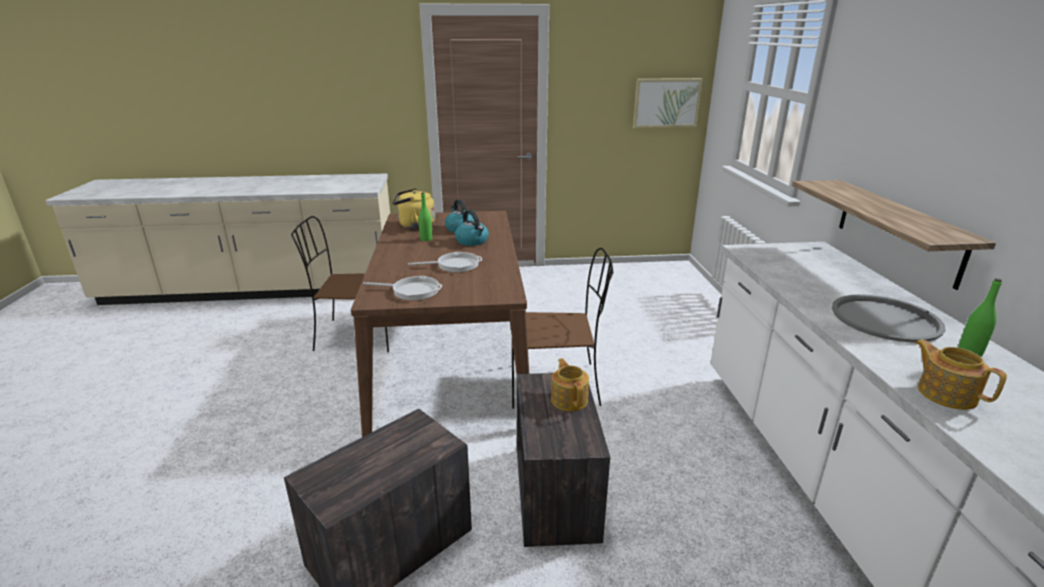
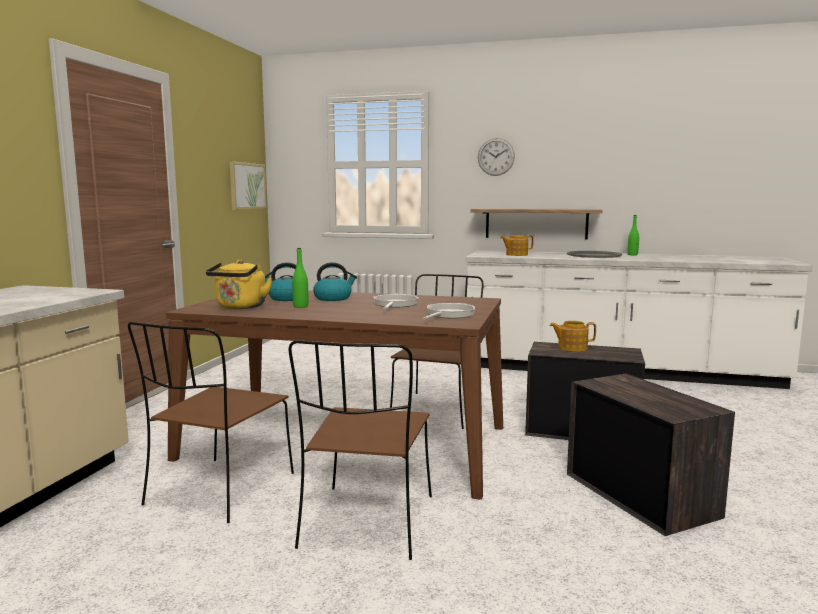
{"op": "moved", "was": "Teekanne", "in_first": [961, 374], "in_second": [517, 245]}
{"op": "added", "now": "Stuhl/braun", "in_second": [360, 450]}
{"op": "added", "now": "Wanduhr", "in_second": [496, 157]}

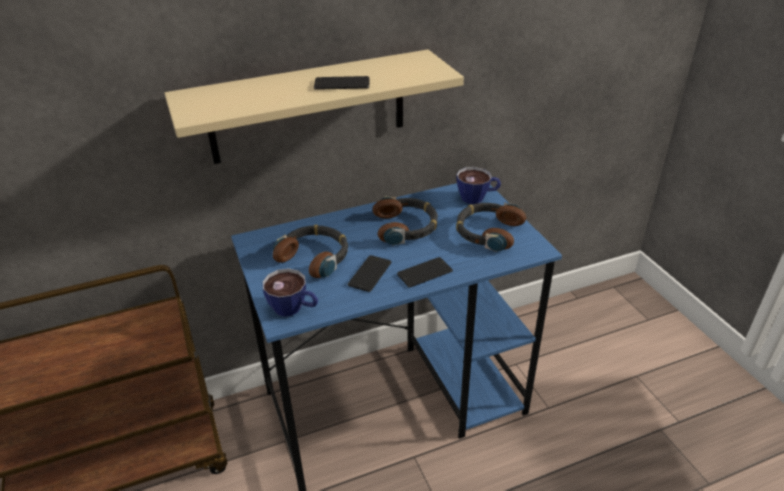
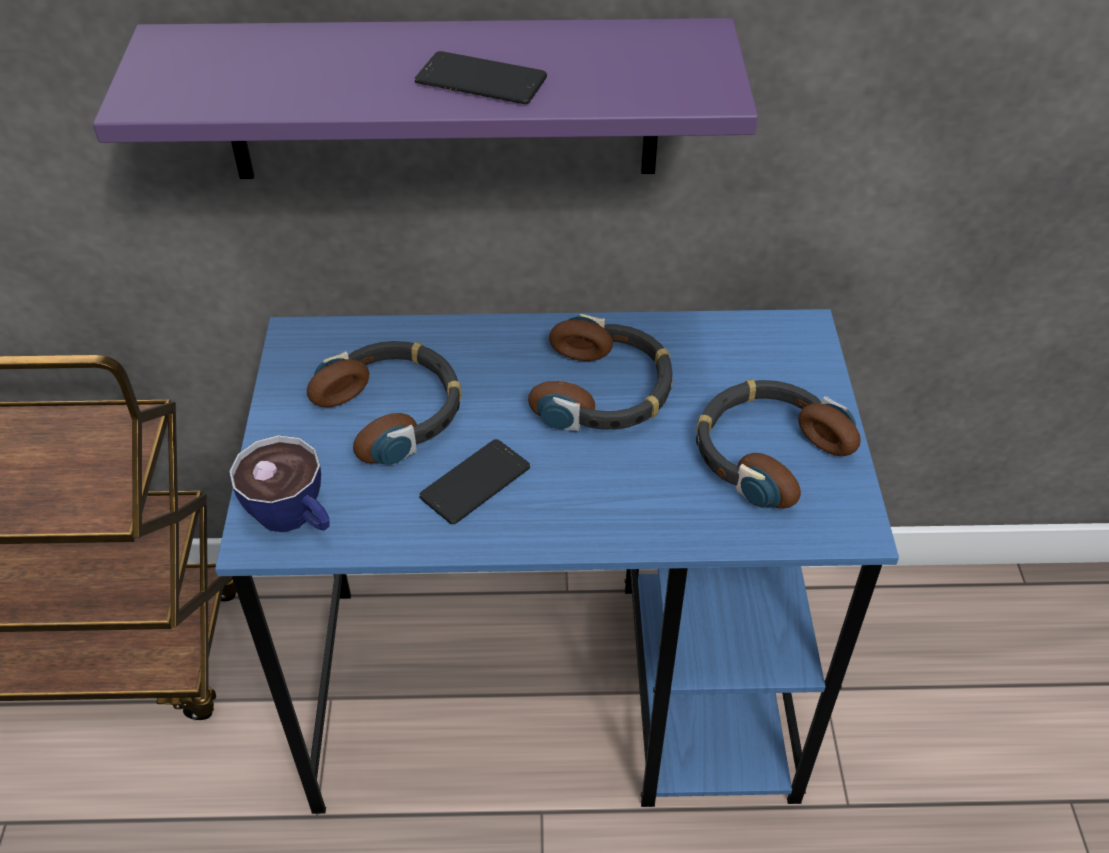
{"op": "recoloured", "was": "Wandregal/beige", "now": "Wandregal/lila", "in_first": [314, 107], "in_second": [425, 98]}
{"op": "removed", "was": "Handy", "in_first": [425, 272]}
{"op": "removed", "was": "Tasse", "in_first": [479, 185]}

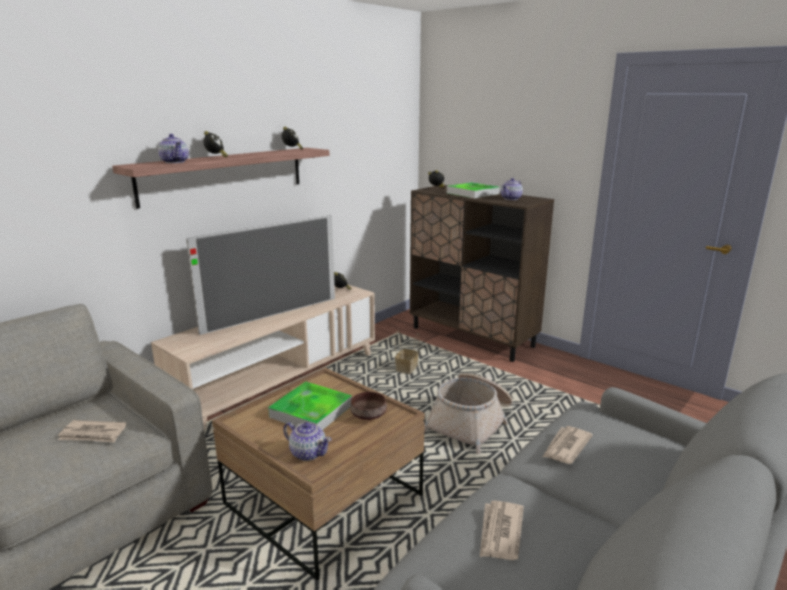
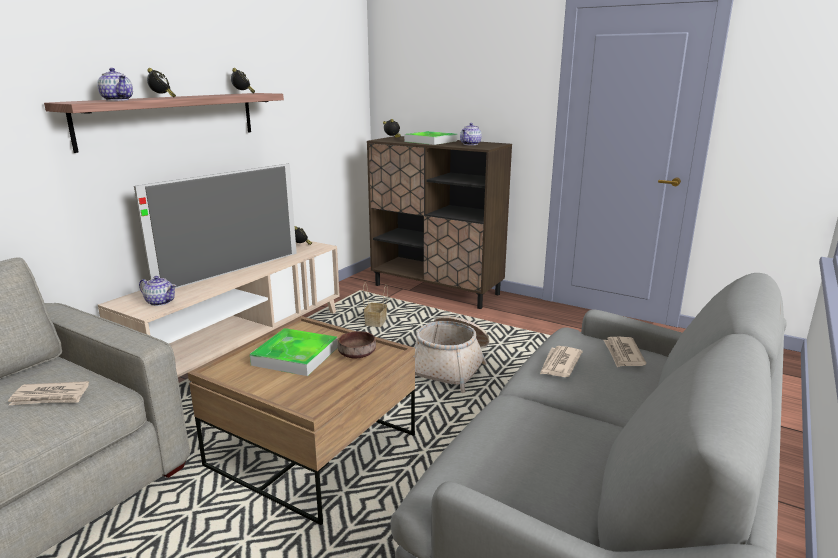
{"op": "moved", "was": "Teekanne", "in_first": [307, 441], "in_second": [158, 291]}
{"op": "moved", "was": "Zeitung", "in_first": [502, 530], "in_second": [625, 352]}

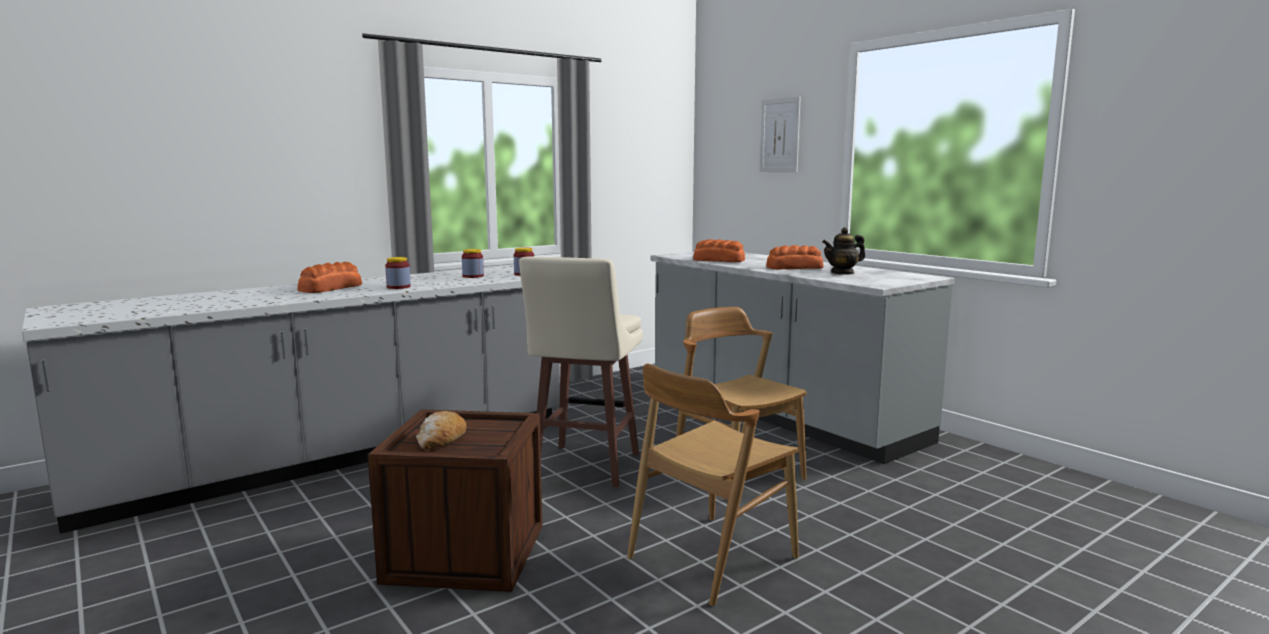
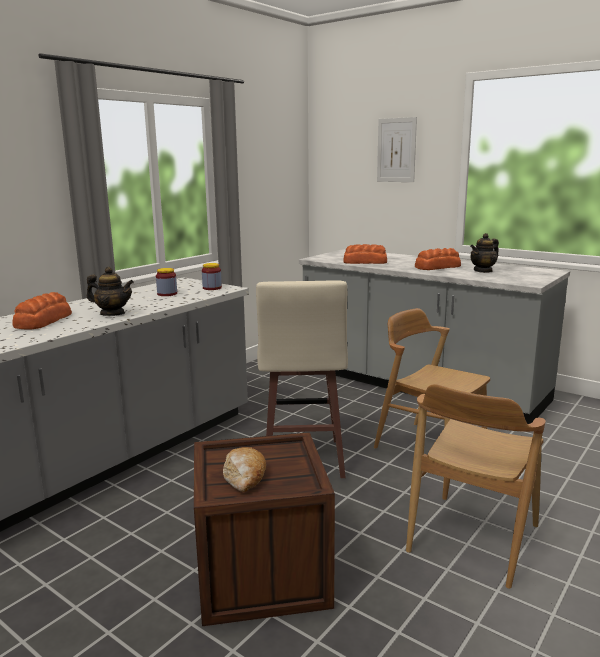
{"op": "replaced", "was": "Vorratsglas", "now": "Teekanne", "in_first": [398, 273], "in_second": [110, 291]}

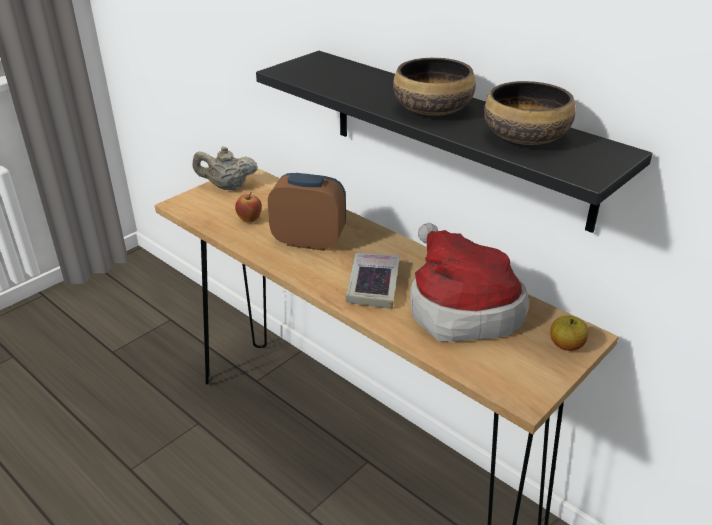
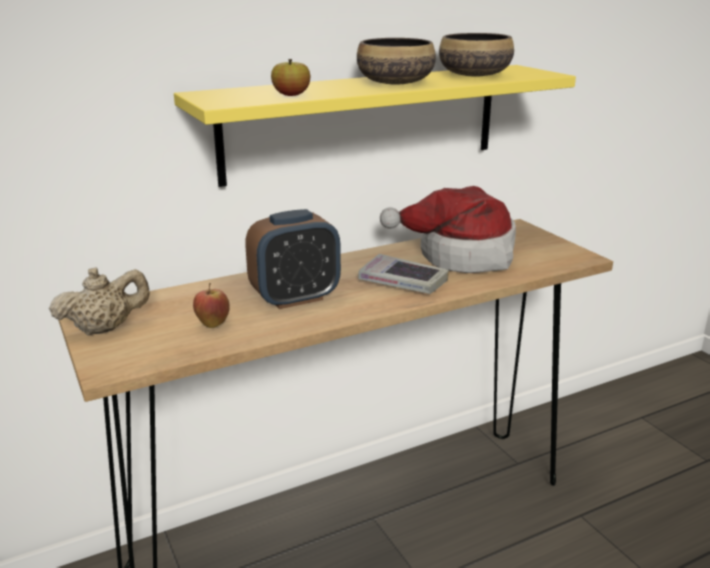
{"op": "turned", "was": "Teekanne/beige", "in_first": [225, 168], "in_second": [99, 301], "clockwise": -135}
{"op": "recoloured", "was": "Wandregal/schwarz", "now": "Wandregal/gelb", "in_first": [454, 142], "in_second": [375, 126]}
{"op": "turned", "was": "Wecker", "in_first": [307, 212], "in_second": [293, 259], "clockwise": -150}
{"op": "moved", "was": "Apfel", "in_first": [569, 333], "in_second": [290, 77]}

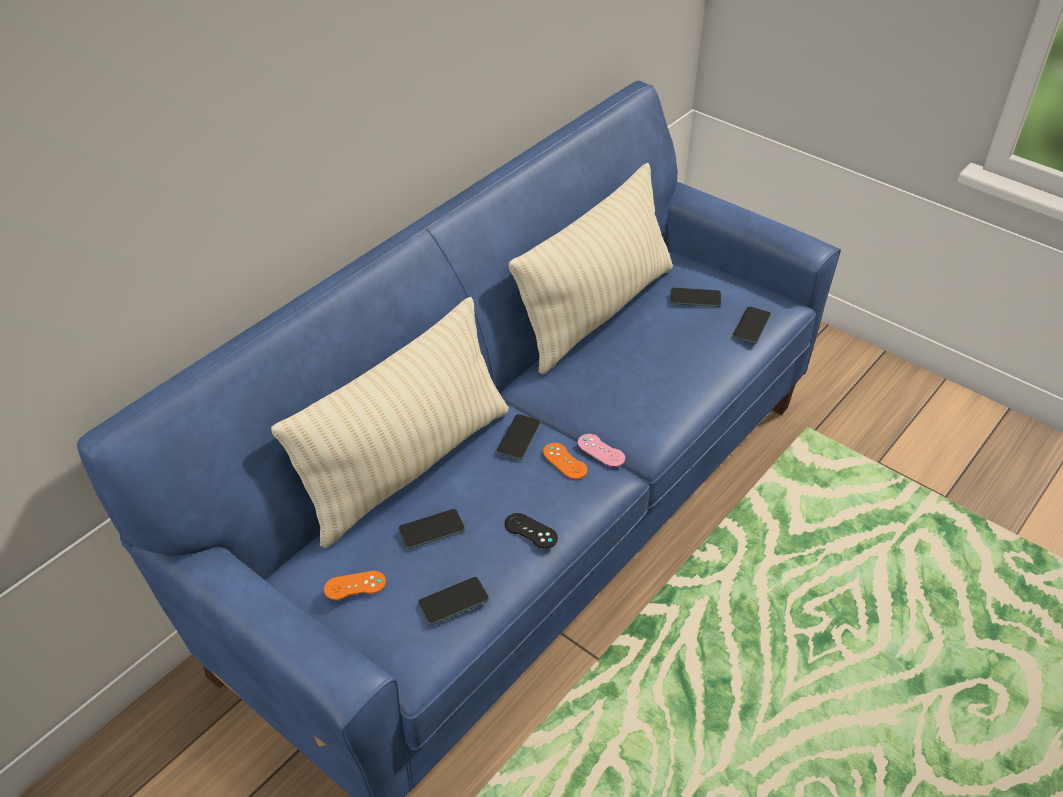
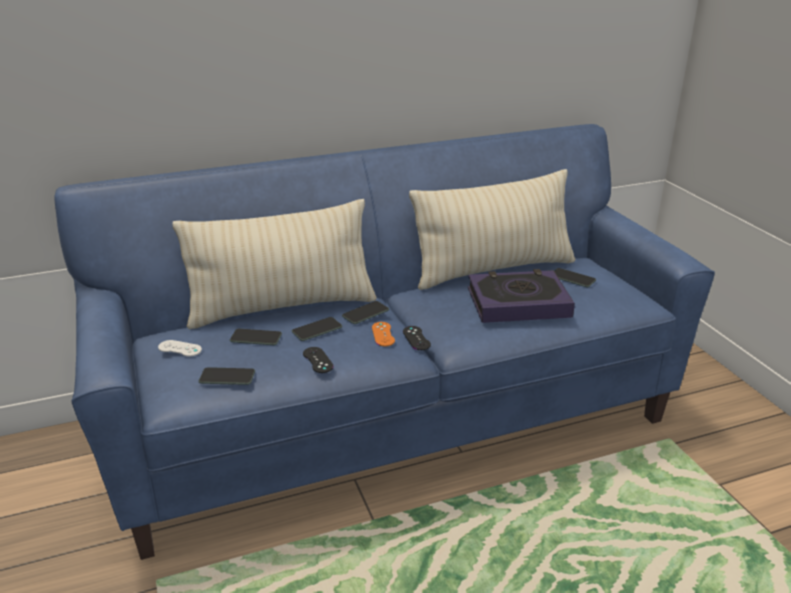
{"op": "recoloured", "was": "Gamepad/orange", "now": "Gamepad/weiß", "in_first": [355, 585], "in_second": [180, 348]}
{"op": "recoloured", "was": "Gamepad/rosa", "now": "Gamepad/schwarz", "in_first": [601, 450], "in_second": [417, 338]}
{"op": "moved", "was": "Handy", "in_first": [752, 325], "in_second": [317, 329]}
{"op": "added", "now": "Buch", "in_second": [521, 296]}

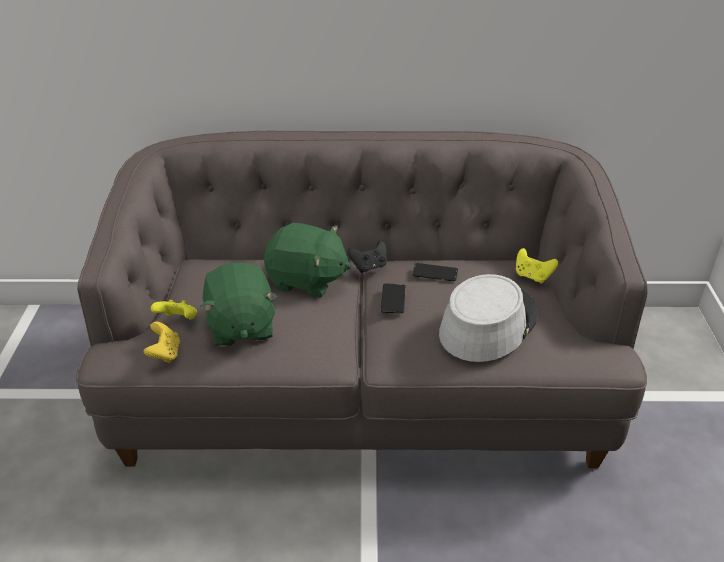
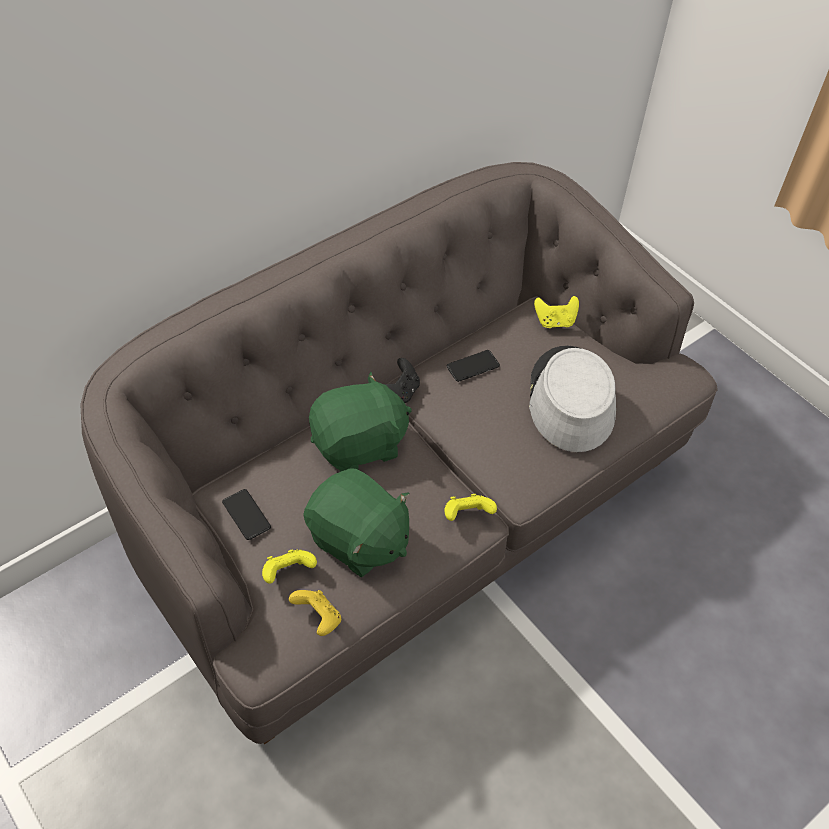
{"op": "moved", "was": "Handy", "in_first": [393, 299], "in_second": [246, 514]}
{"op": "added", "now": "Gamepad/gelb", "in_second": [471, 507]}

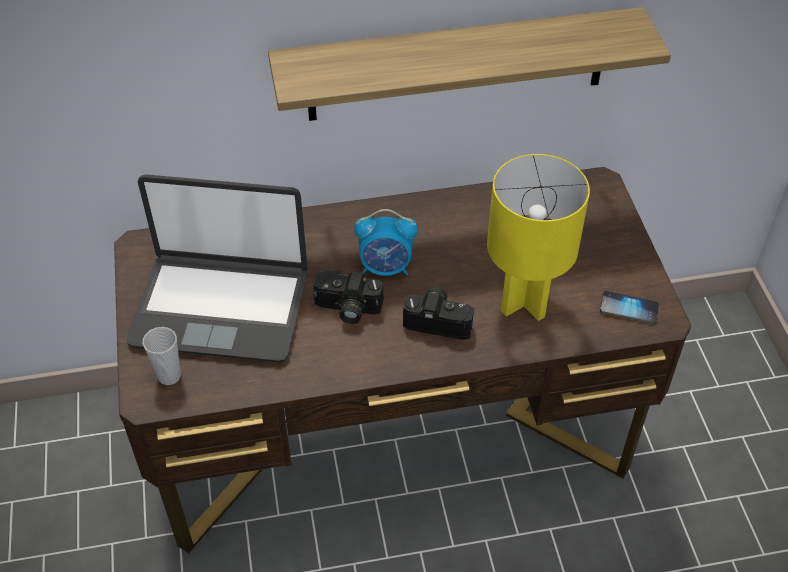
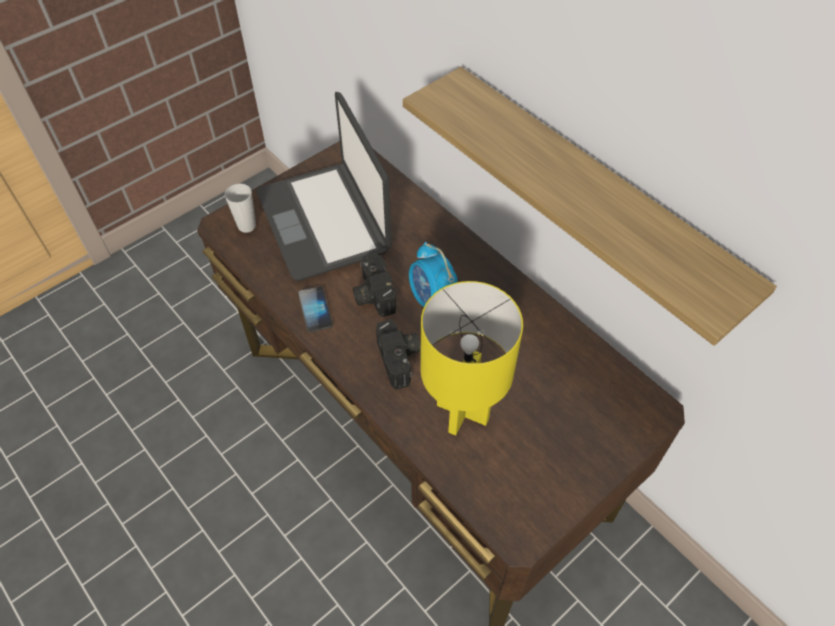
{"op": "moved", "was": "Handy", "in_first": [629, 307], "in_second": [315, 309]}

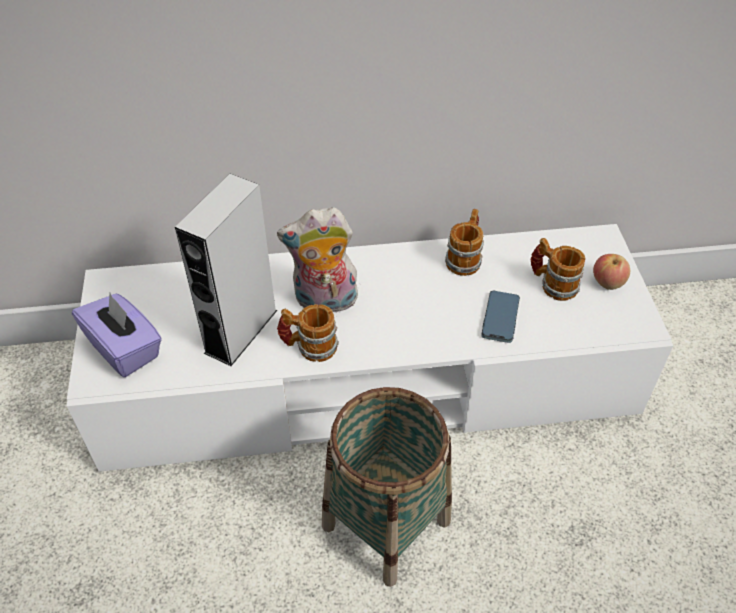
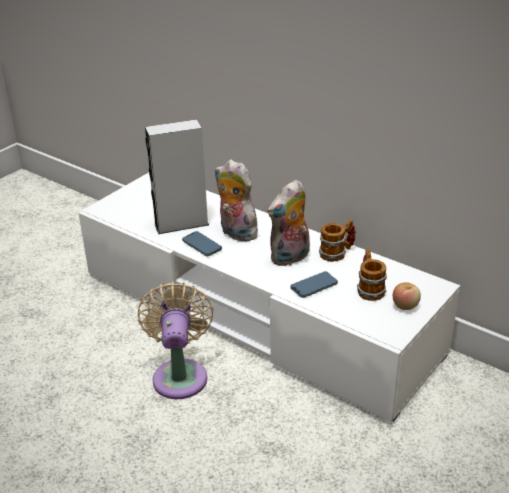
{"op": "removed", "was": "Taschentuchbox/lila", "in_first": [117, 335]}
{"op": "replaced", "was": "Henkelbecher", "now": "Handy", "in_first": [308, 333], "in_second": [202, 243]}
{"op": "replaced", "was": "Korb", "now": "Ventilator/beige", "in_first": [387, 487], "in_second": [175, 340]}
{"op": "added", "now": "Plüschtier", "in_second": [289, 223]}

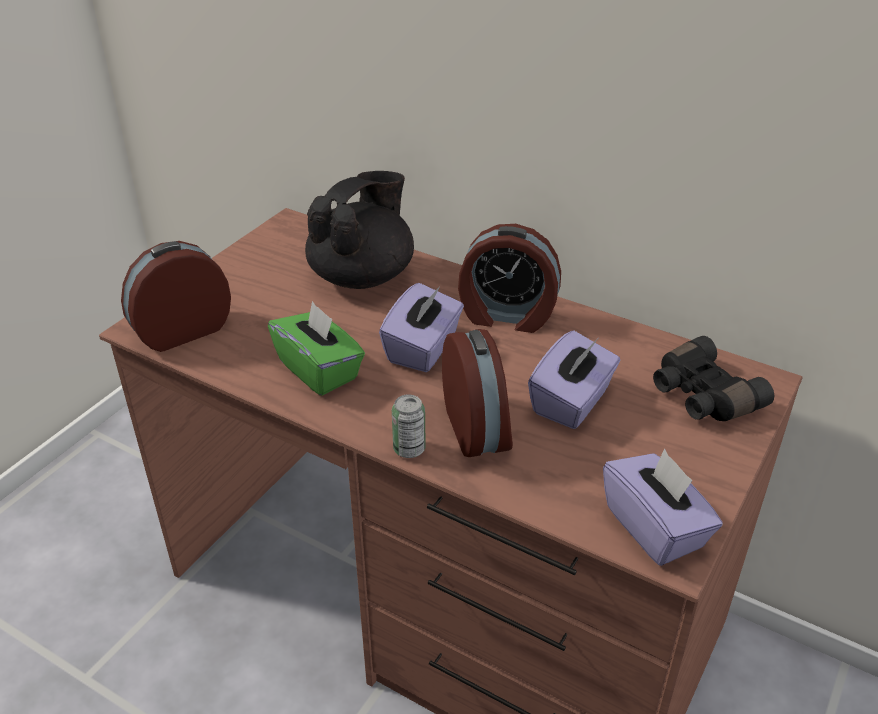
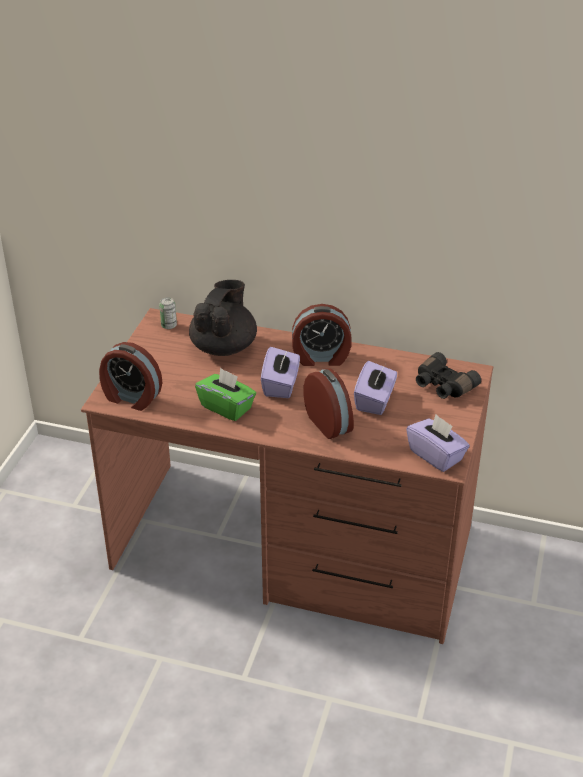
{"op": "turned", "was": "Wecker", "in_first": [176, 296], "in_second": [131, 376], "clockwise": -105}
{"op": "moved", "was": "Dose", "in_first": [409, 426], "in_second": [168, 313]}

